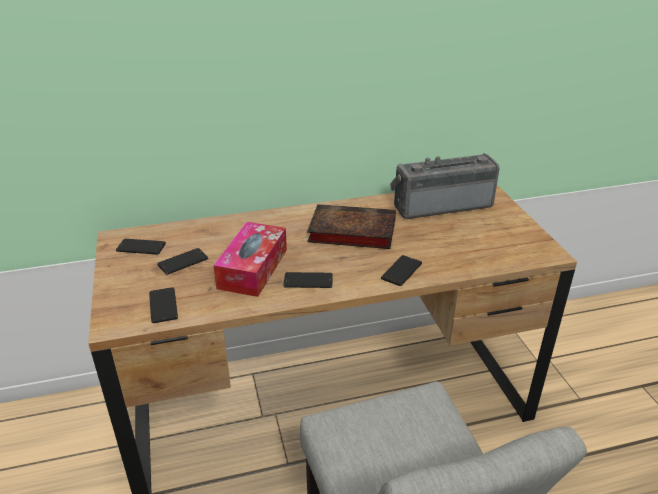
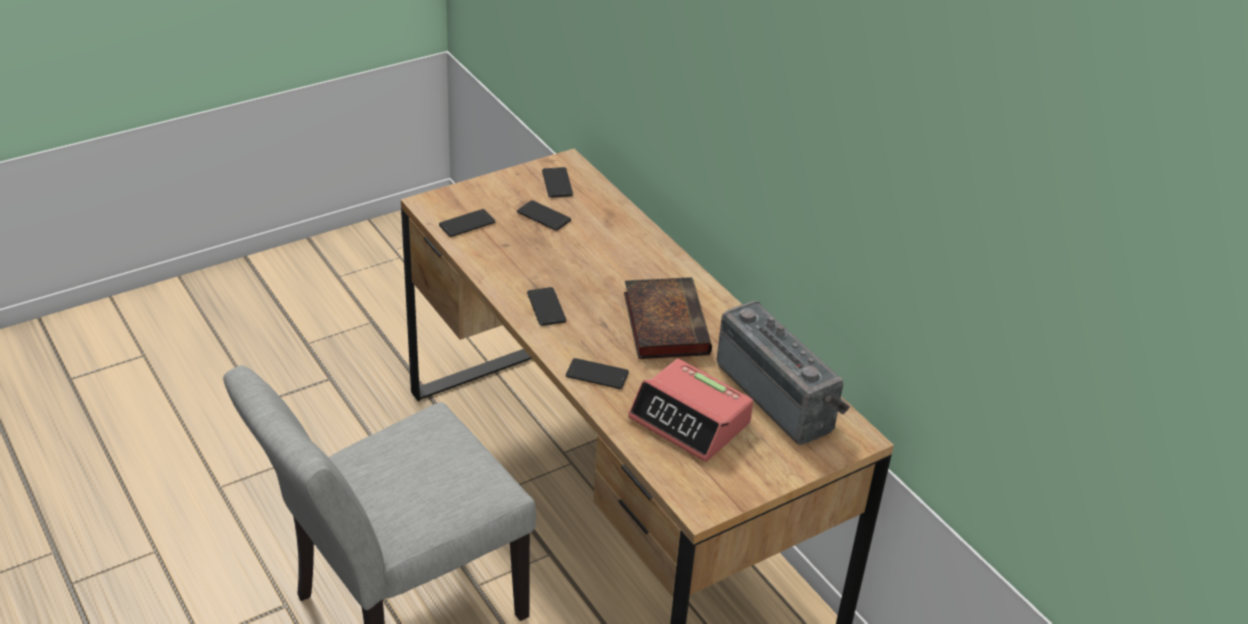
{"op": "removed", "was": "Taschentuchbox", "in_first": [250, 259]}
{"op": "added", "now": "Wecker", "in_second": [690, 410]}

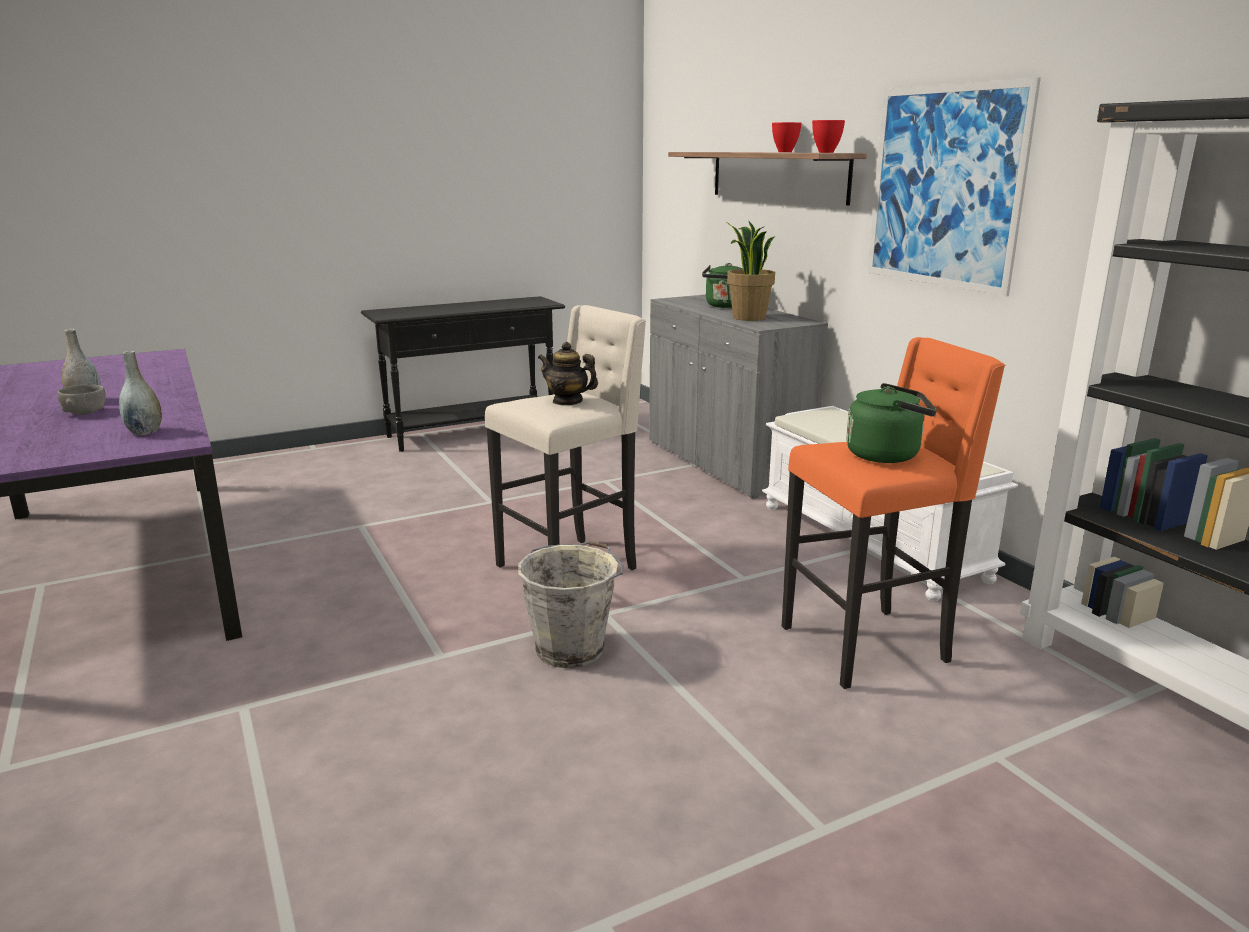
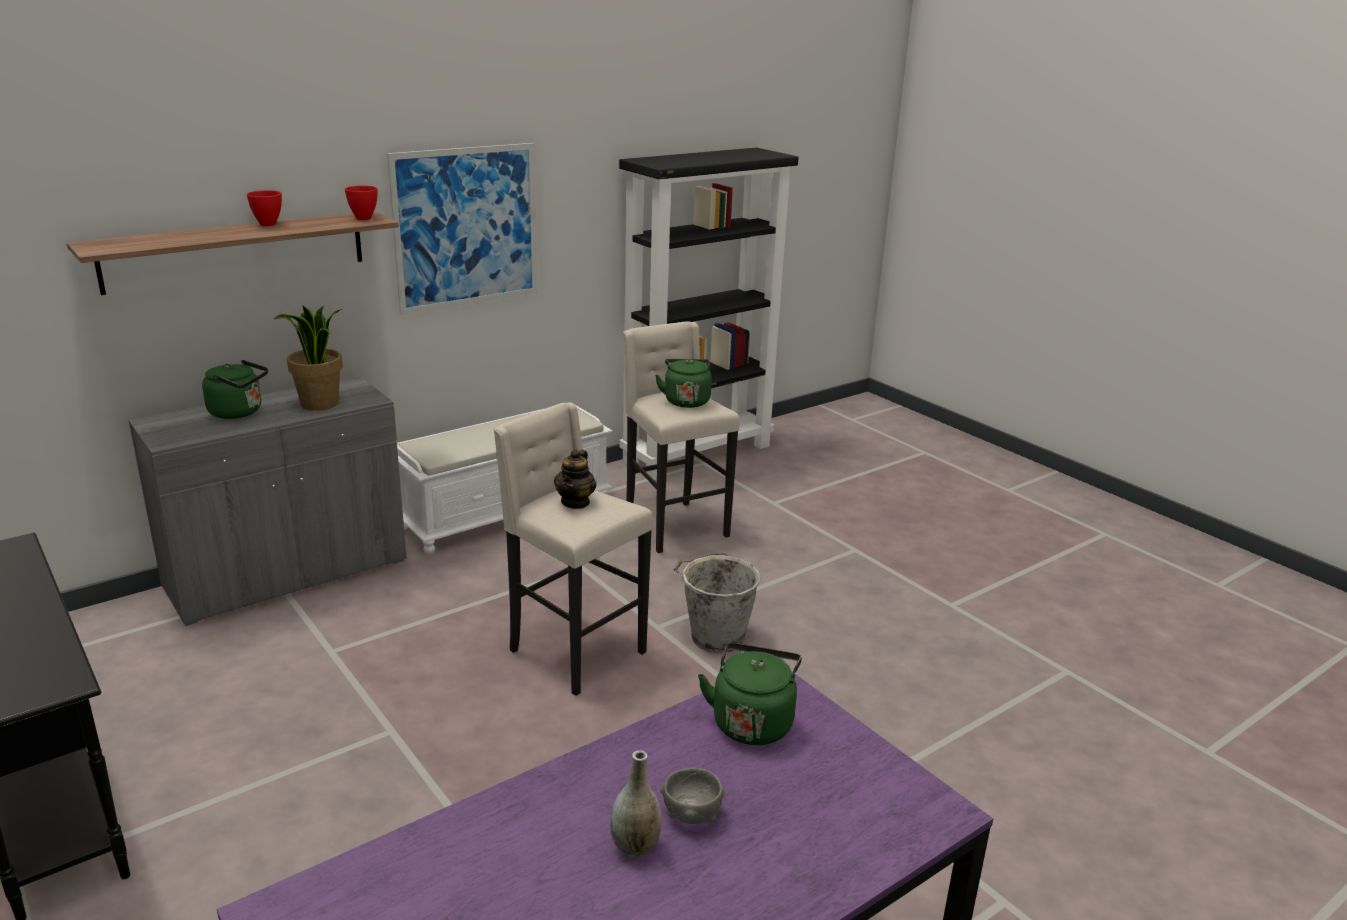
{"op": "replaced", "was": "Vase/grau", "now": "Wasserkessel/grün", "in_first": [140, 393], "in_second": [750, 694]}
{"op": "recoloured", "was": "Hocker/orange", "now": "Hocker/beige", "in_first": [893, 513], "in_second": [681, 437]}

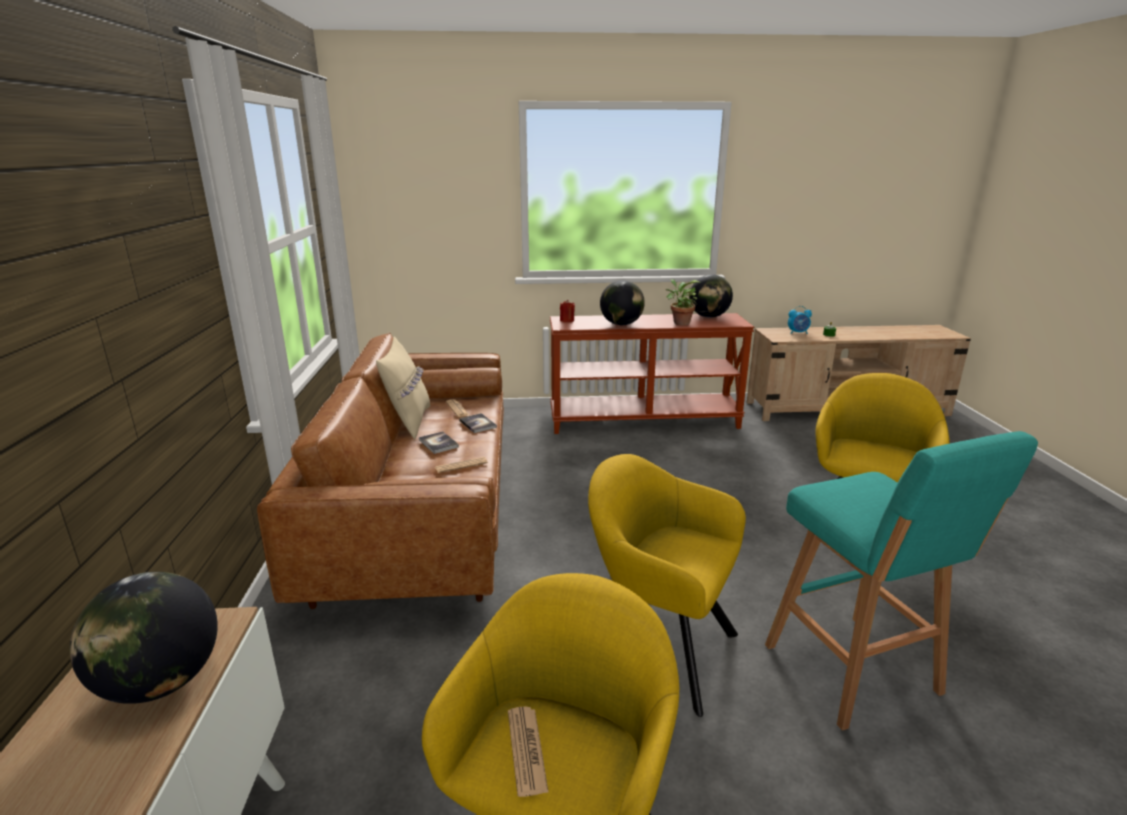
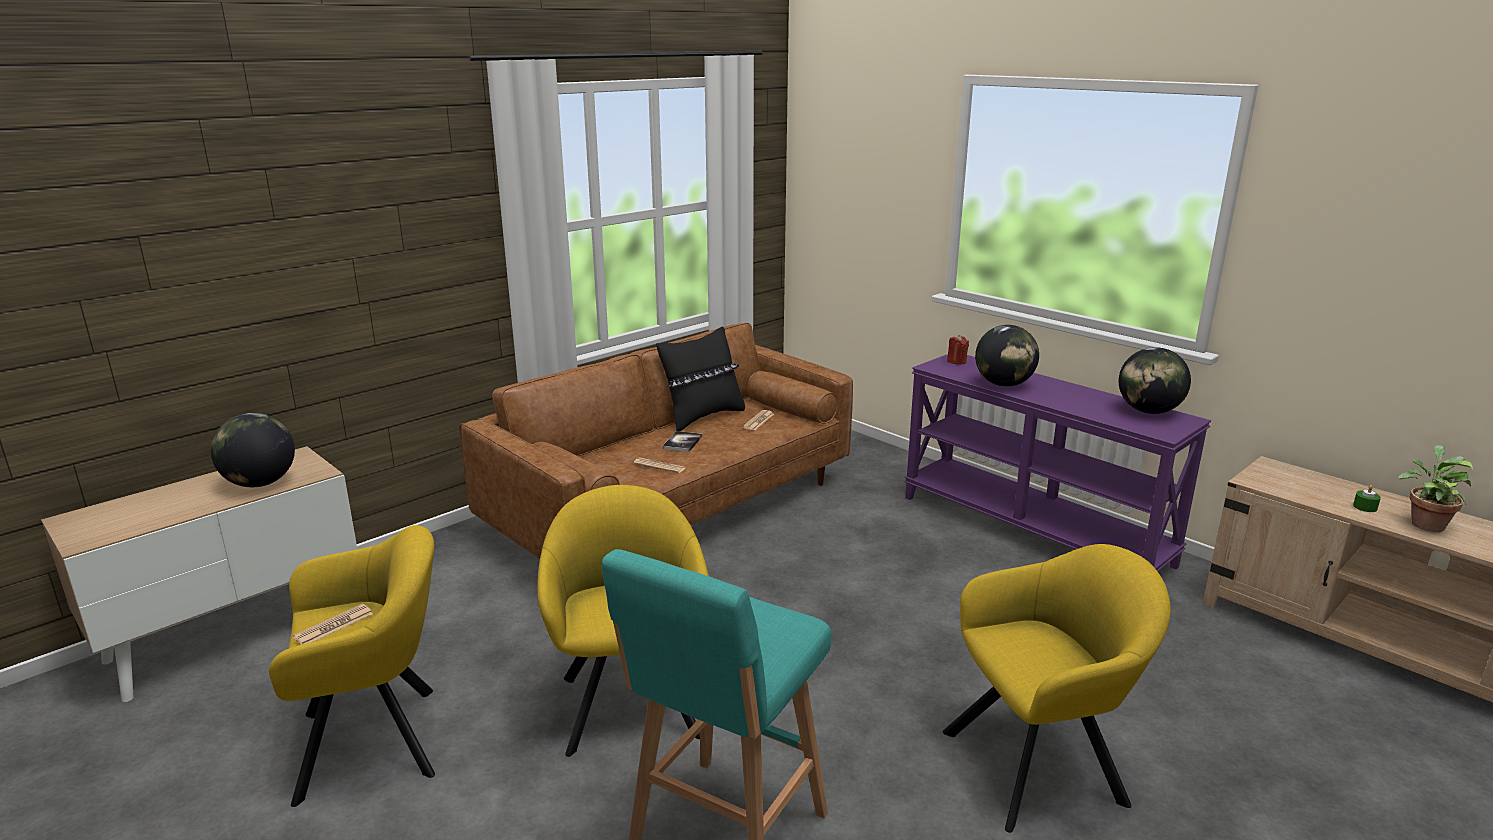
{"op": "recoloured", "was": "Kissen/beige", "now": "Kissen/schwarz", "in_first": [403, 388], "in_second": [700, 379]}
{"op": "removed", "was": "Buch", "in_first": [478, 423]}
{"op": "recoloured", "was": "Konsolentisch/braun", "now": "Konsolentisch/lila", "in_first": [652, 373], "in_second": [1057, 463]}
{"op": "moved", "was": "Topfpflanze", "in_first": [683, 302], "in_second": [1436, 488]}
{"op": "removed", "was": "Wecker", "in_first": [800, 320]}

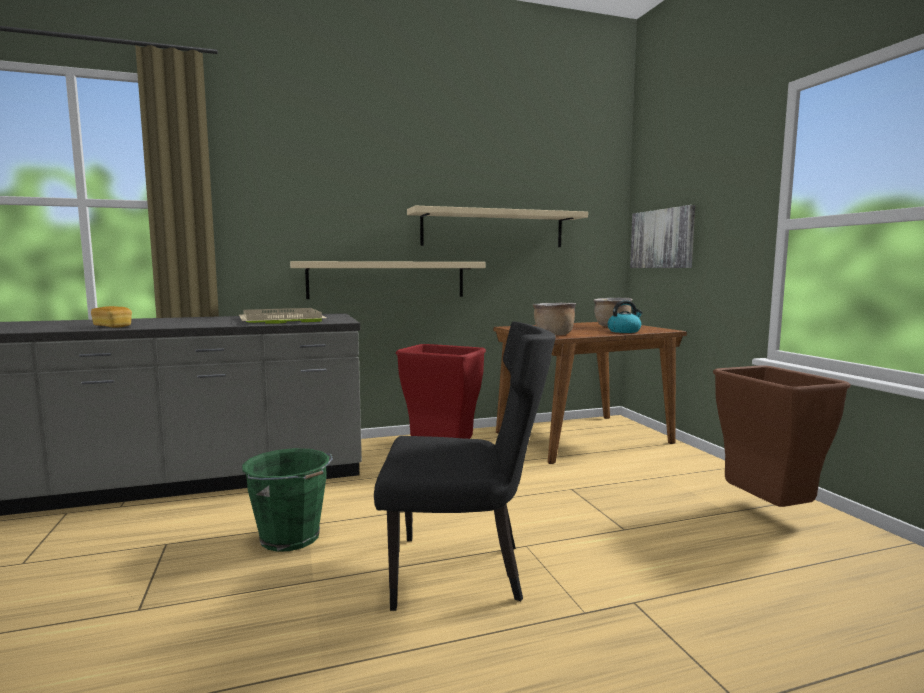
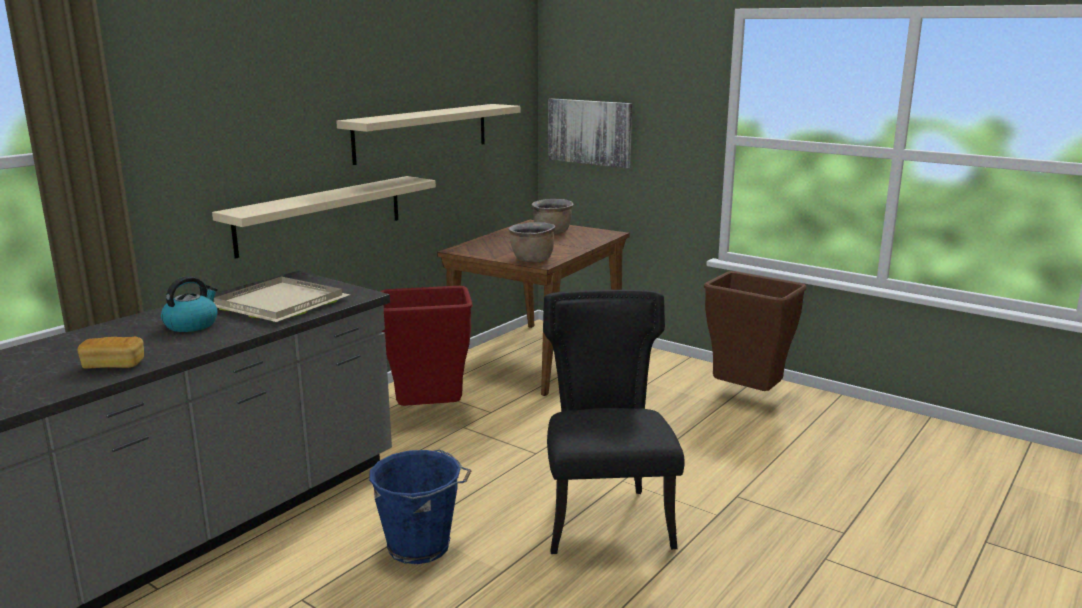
{"op": "recoloured", "was": "Eimer/grün", "now": "Eimer/blau", "in_first": [287, 500], "in_second": [420, 507]}
{"op": "turned", "was": "Stuhl/schwarz", "in_first": [465, 466], "in_second": [614, 422], "clockwise": -60}
{"op": "moved", "was": "Wasserkessel", "in_first": [625, 316], "in_second": [189, 304]}

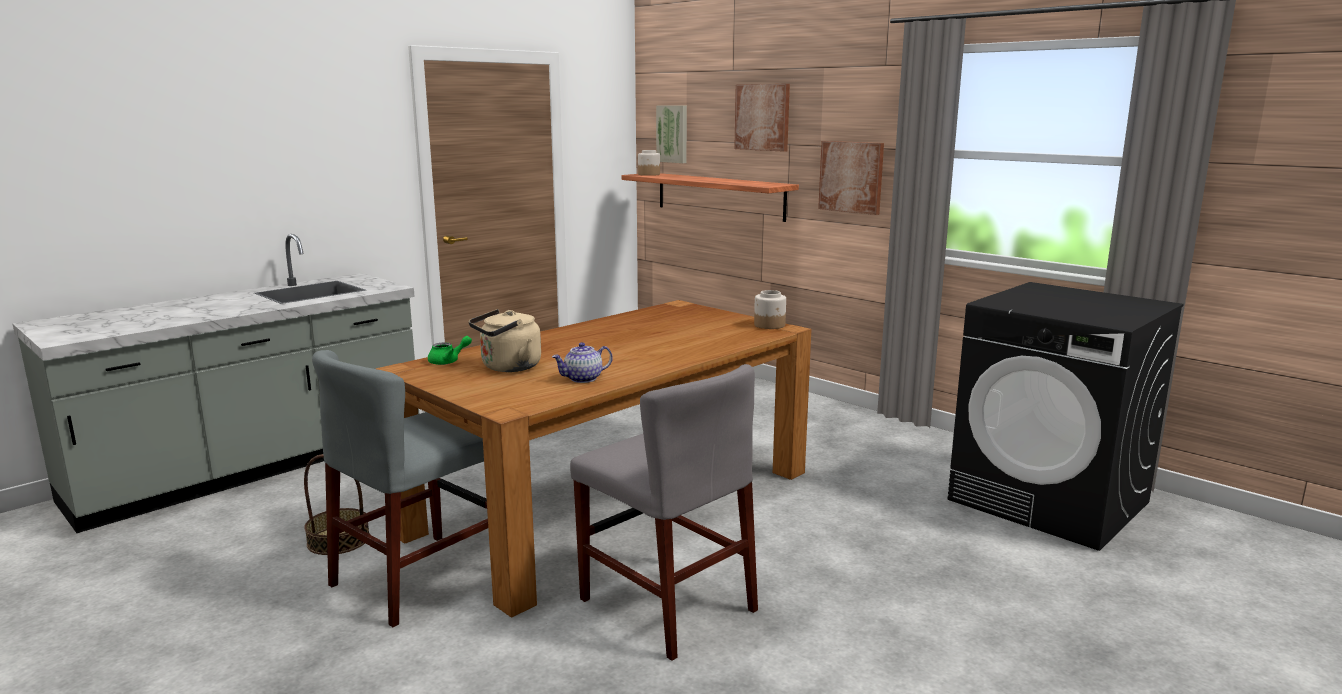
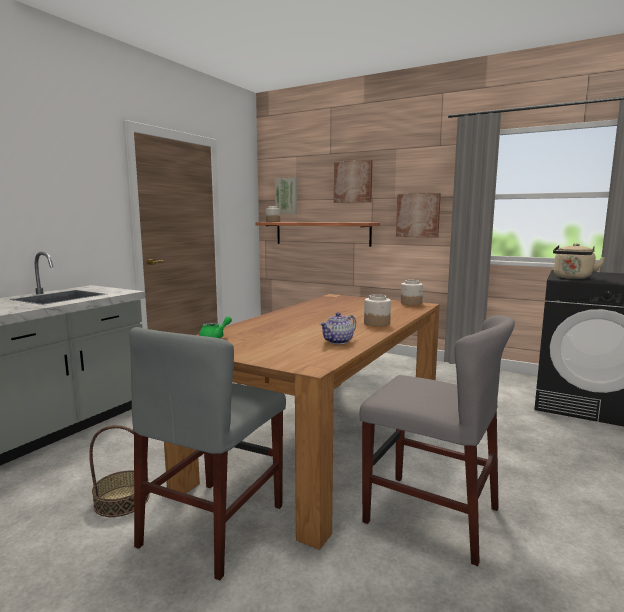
{"op": "moved", "was": "Wasserkessel/beige", "in_first": [504, 340], "in_second": [579, 261]}
{"op": "added", "now": "Vorratsglas", "in_second": [377, 310]}

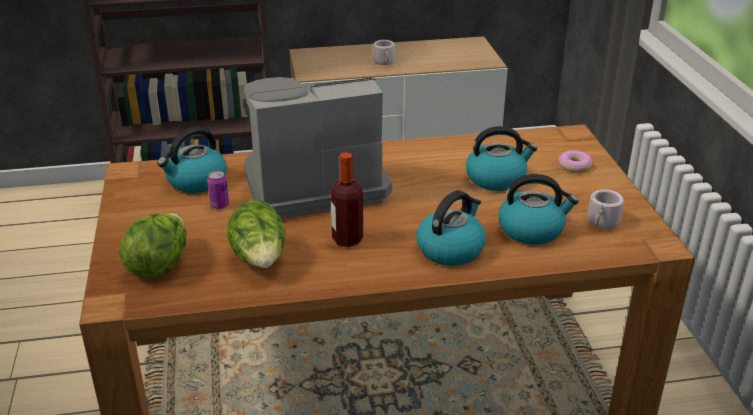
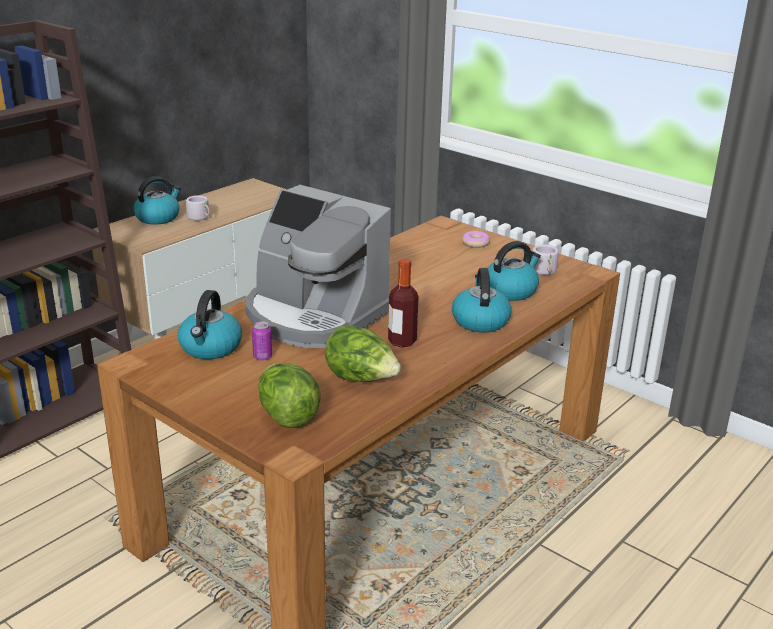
{"op": "turned", "was": "Kaffeemaschine", "in_first": [317, 148], "in_second": [318, 266], "clockwise": -90}
{"op": "moved", "was": "Wasserkessel", "in_first": [501, 158], "in_second": [157, 200]}

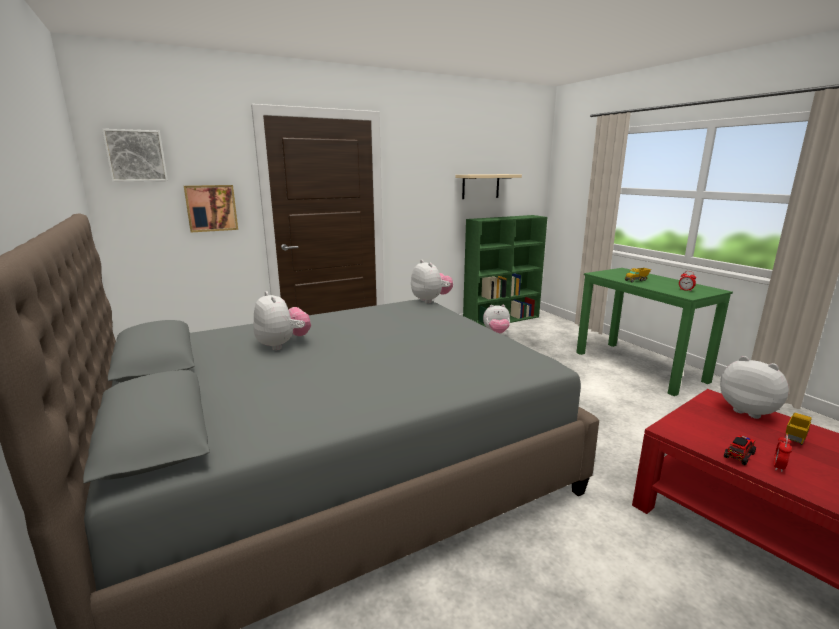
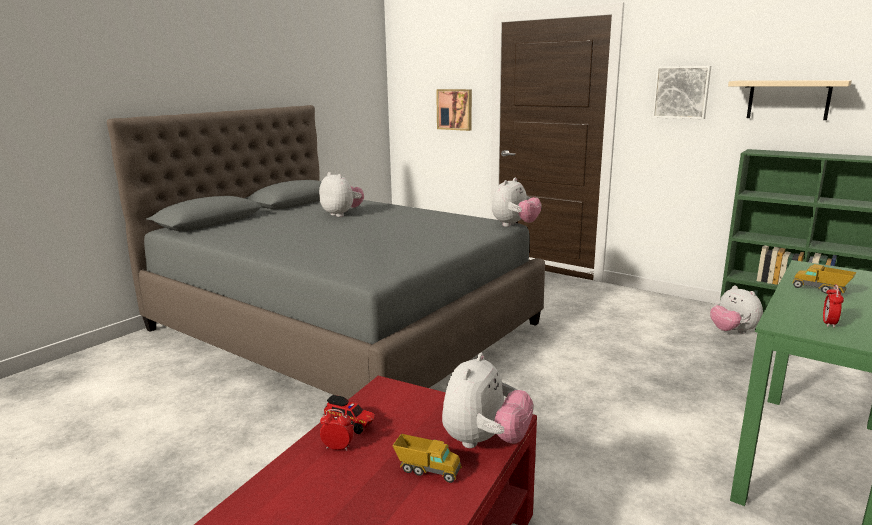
{"op": "moved", "was": "Bild", "in_first": [135, 155], "in_second": [681, 92]}
{"op": "turned", "was": "Plüschtier", "in_first": [282, 320], "in_second": [341, 194], "clockwise": -75}

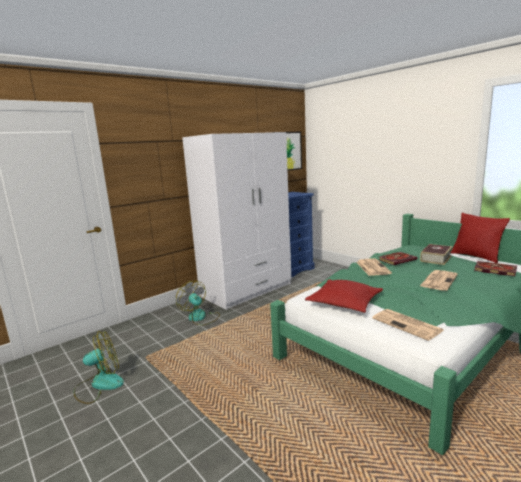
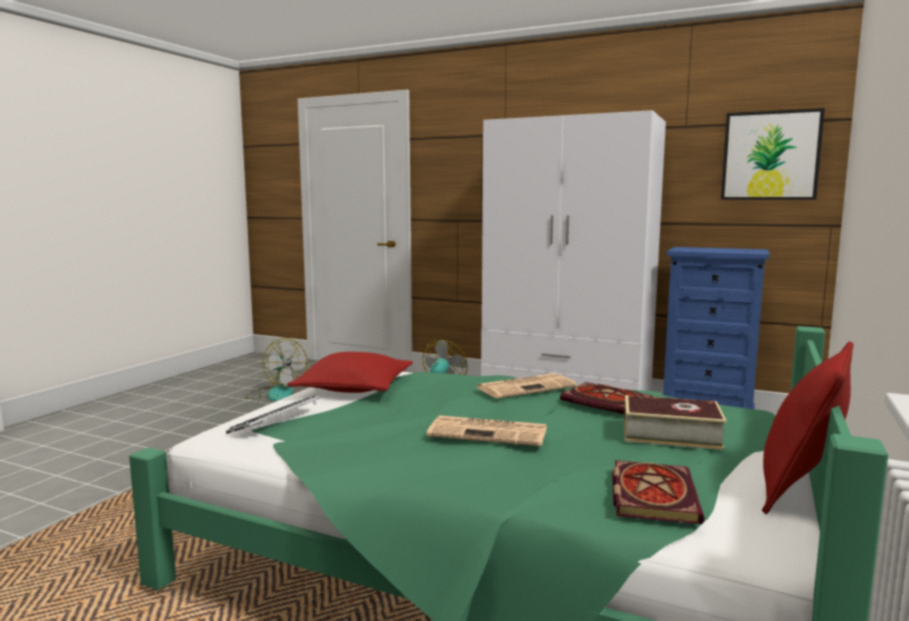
{"op": "replaced", "was": "Zeitung", "now": "Tastatur", "in_first": [408, 325], "in_second": [273, 414]}

